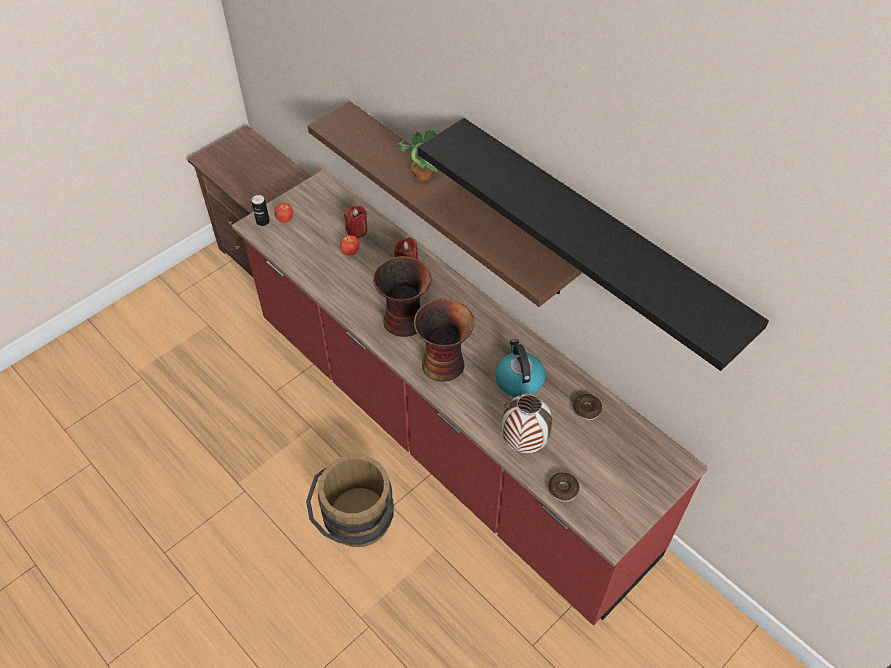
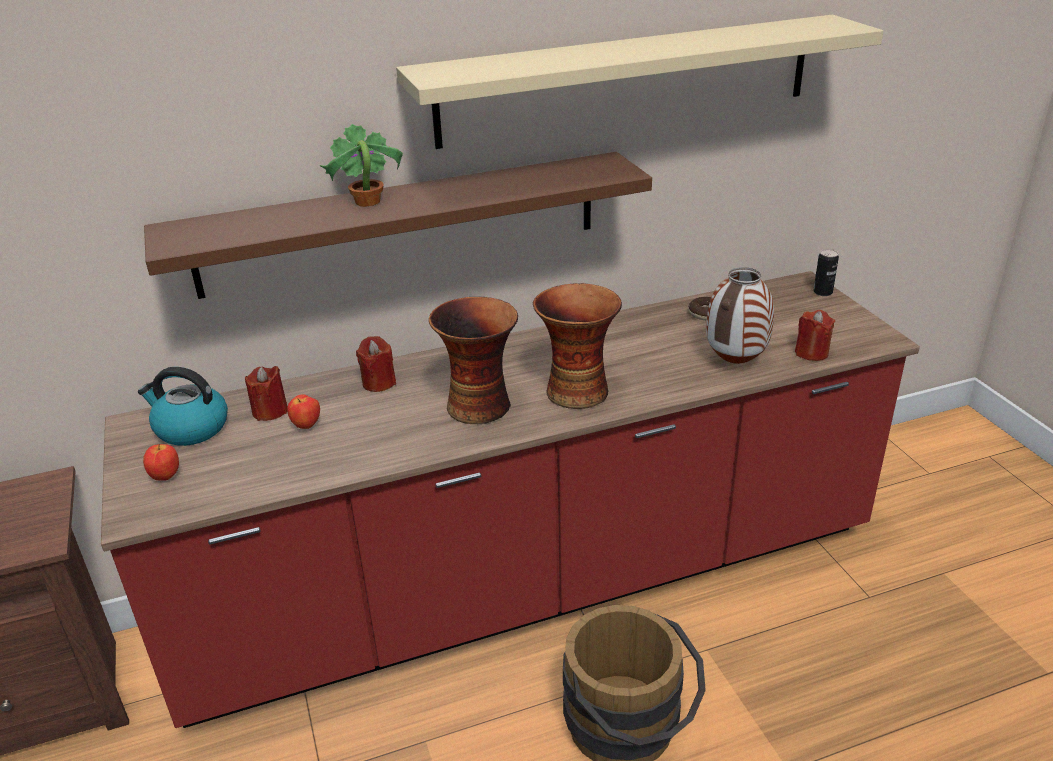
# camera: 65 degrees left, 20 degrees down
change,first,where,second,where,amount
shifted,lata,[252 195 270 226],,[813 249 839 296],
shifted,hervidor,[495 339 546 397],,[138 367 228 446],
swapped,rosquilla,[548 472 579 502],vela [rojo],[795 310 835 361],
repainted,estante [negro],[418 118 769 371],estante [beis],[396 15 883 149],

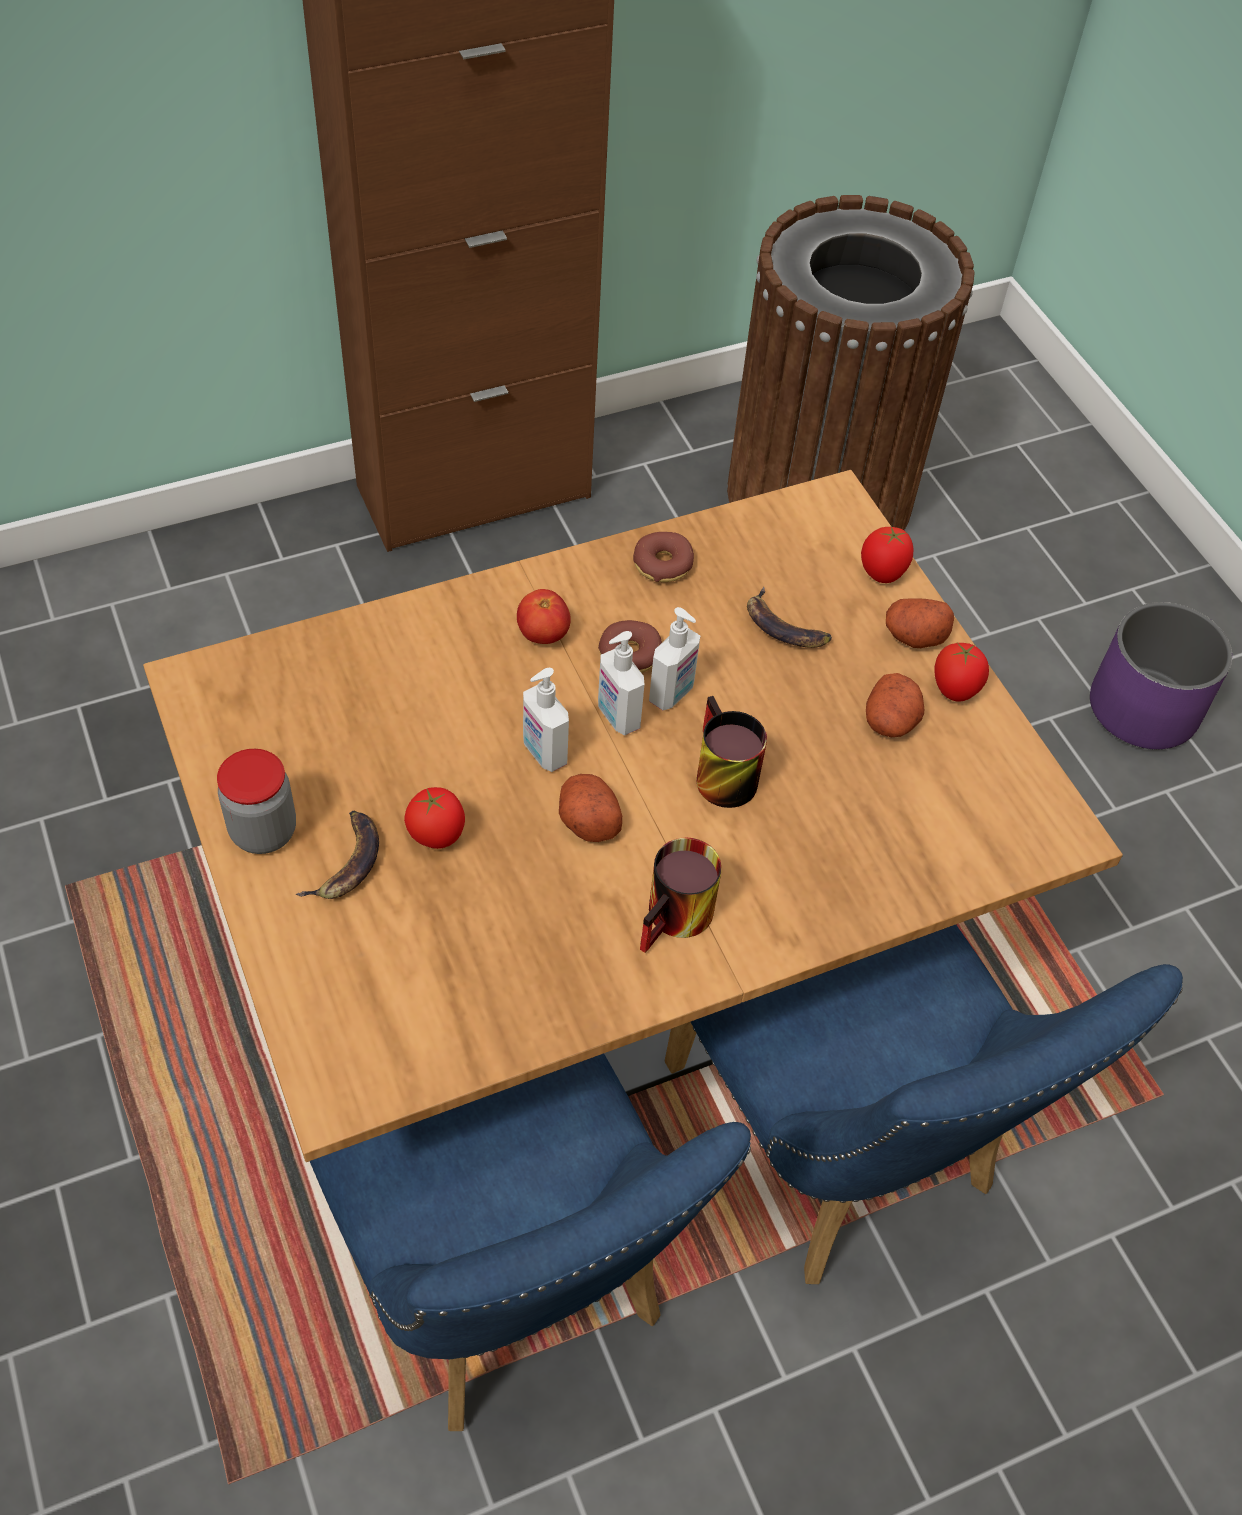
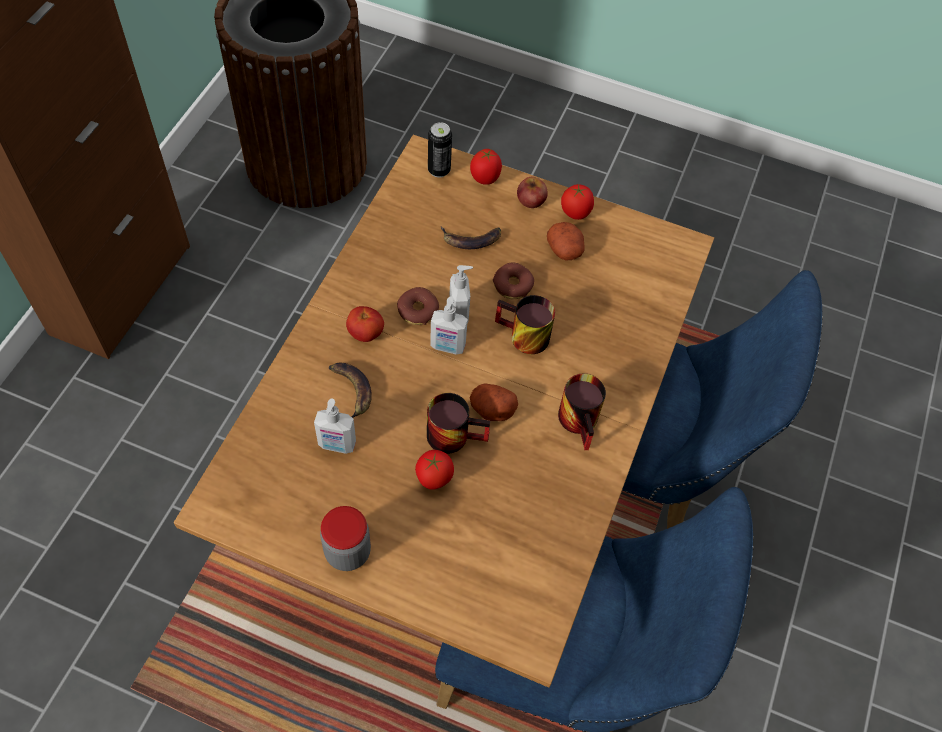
# camera: 45 degrees left, 5 degrees up
change,first,where,second,where,amount
gone,maceta [morado],[1090 602 1232 750],,,
new,,,taza grande,[427 393 490 454],
new,,,lata,[428 122 452 178],
shifted,plátano,[296 811 379 899],,[329 363 372 418],
shifted,dispensador de jabón,[523 668 569 772],,[314 398 356 454],
shifted,rosquilla,[633 532 694 582],,[493 262 534 299],
swapped,patata,[886 599 954 648],manzana,[517 177 548 208],

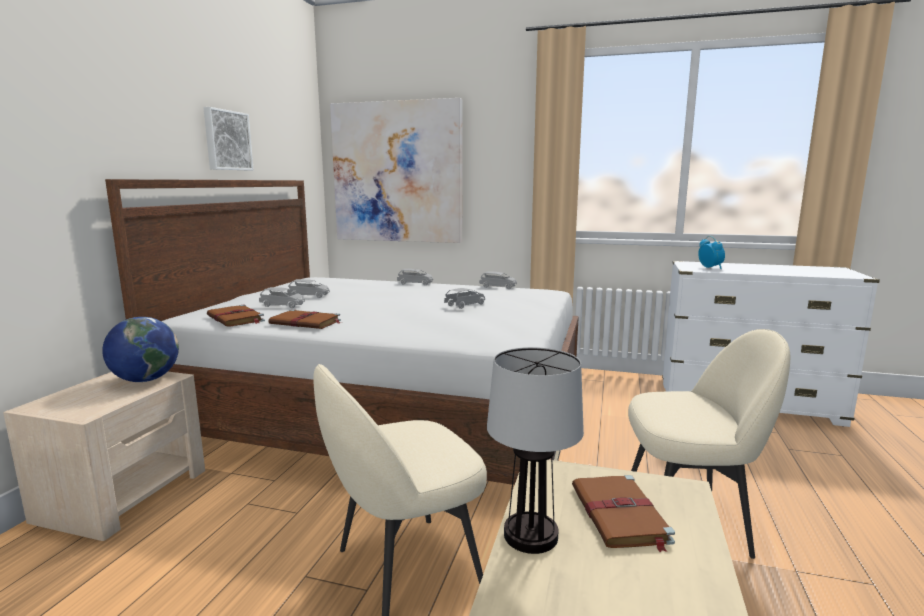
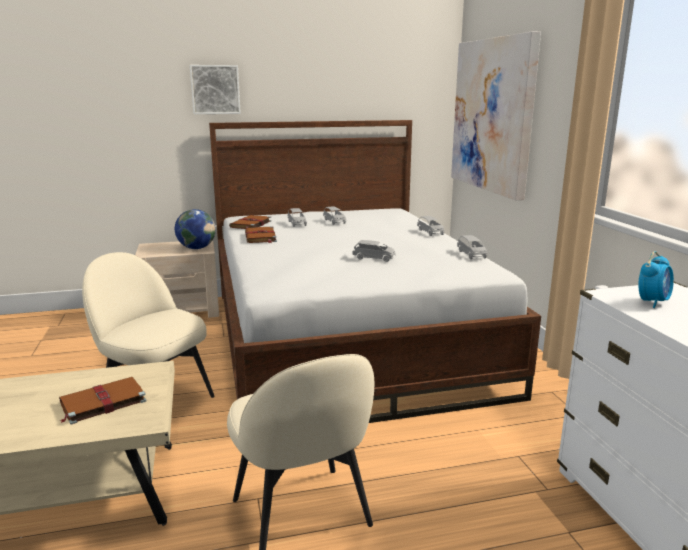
# camera: 60 degrees right, 5 degrees up
change,first,where,second,where,amount
gone,lámpara de mesa,[487 347 584 554],,,
shifted,cuadro,[203 107 254 170],,[190 65 241 114],

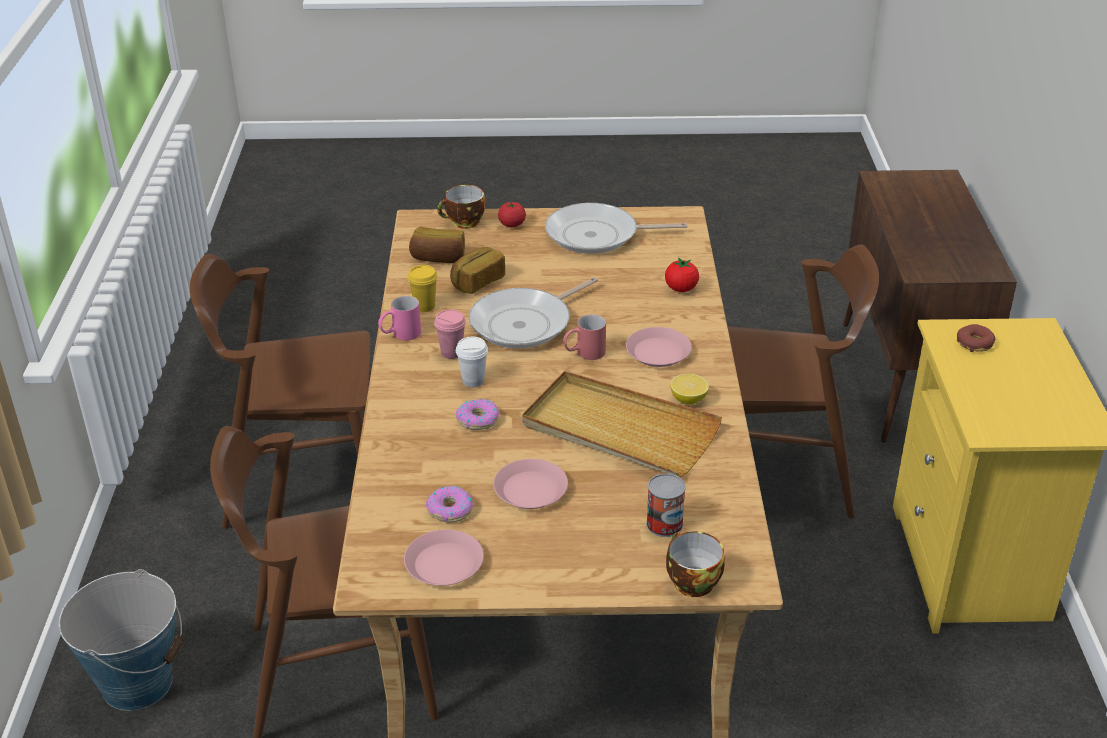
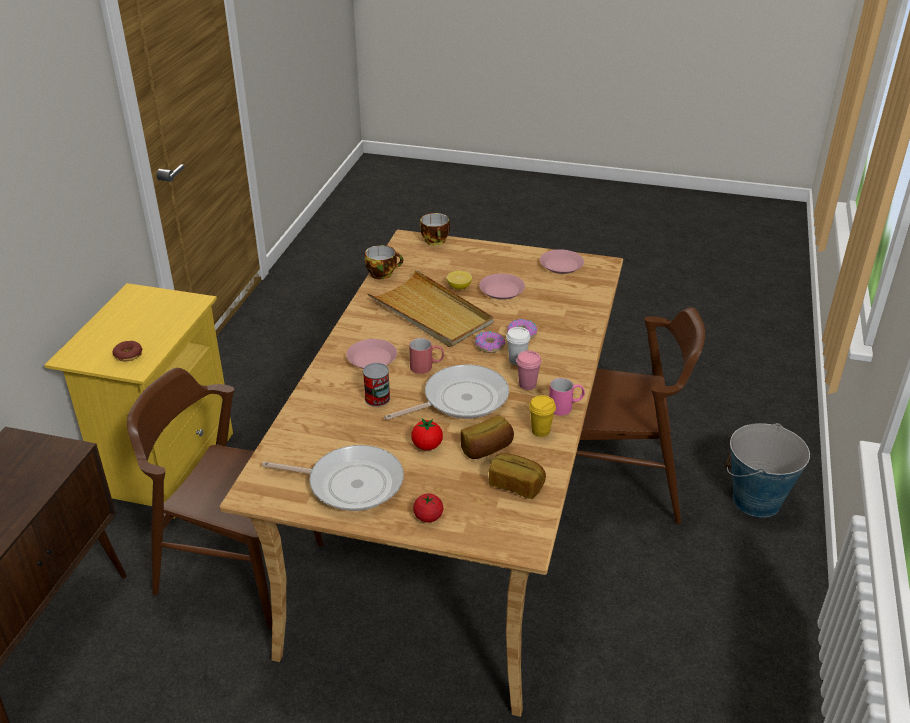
# camera: 165 degrees left, 0 degrees up
change,first,where,second,where,amount
gone,silla [marrón],[190 254 371 529],,,
shifted,rosquilla,[425 486 473 523],,[475 331 506 353],
shifted,taza,[437 185 485 229],,[365 245 403 279],
shifted,lata,[646 474 686 537],,[363 363 390 407],
shifted,tomate,[665 257 699 292],,[411 418 443 450],
shifted,limón,[670 374 709 404],,[447 271 472 290],

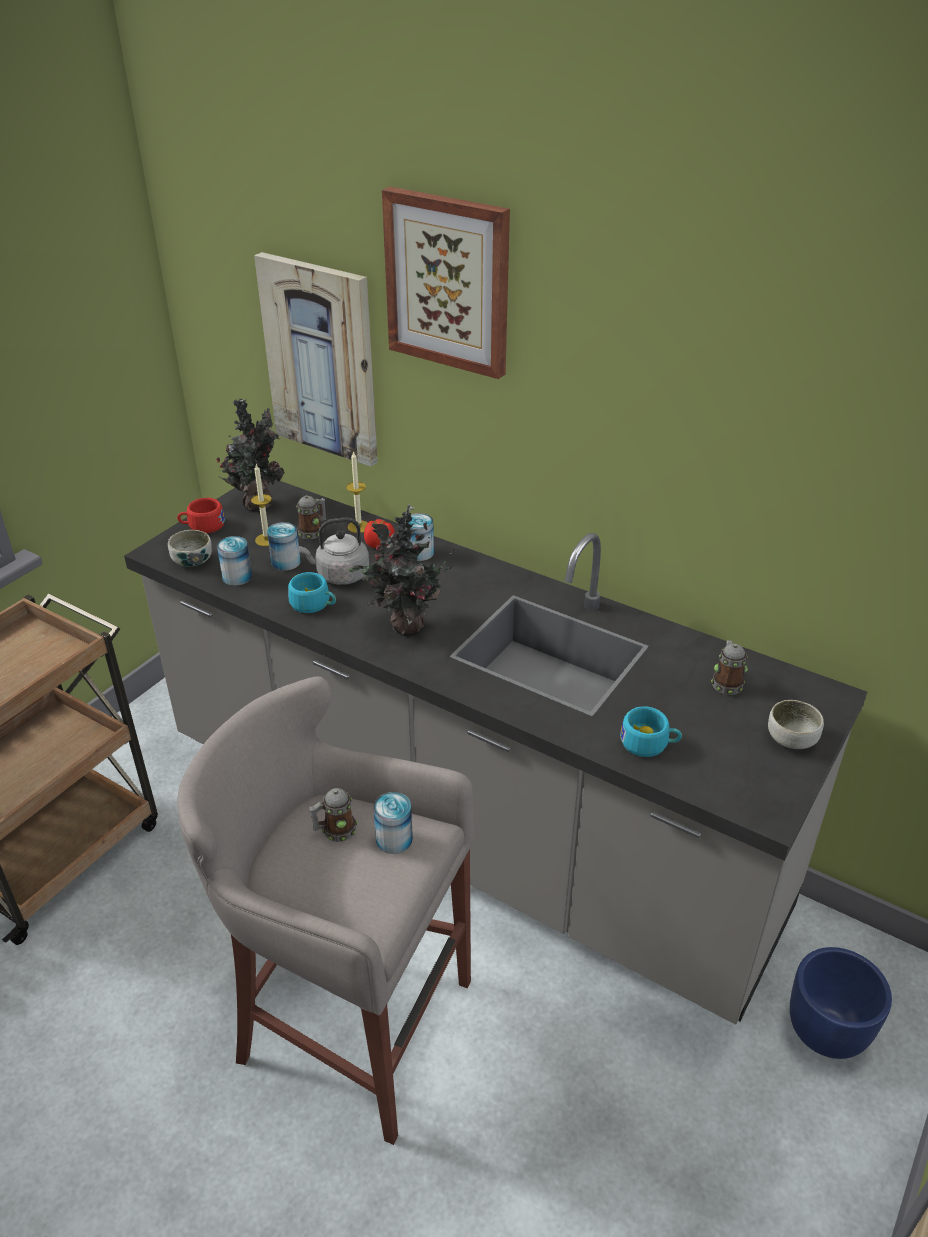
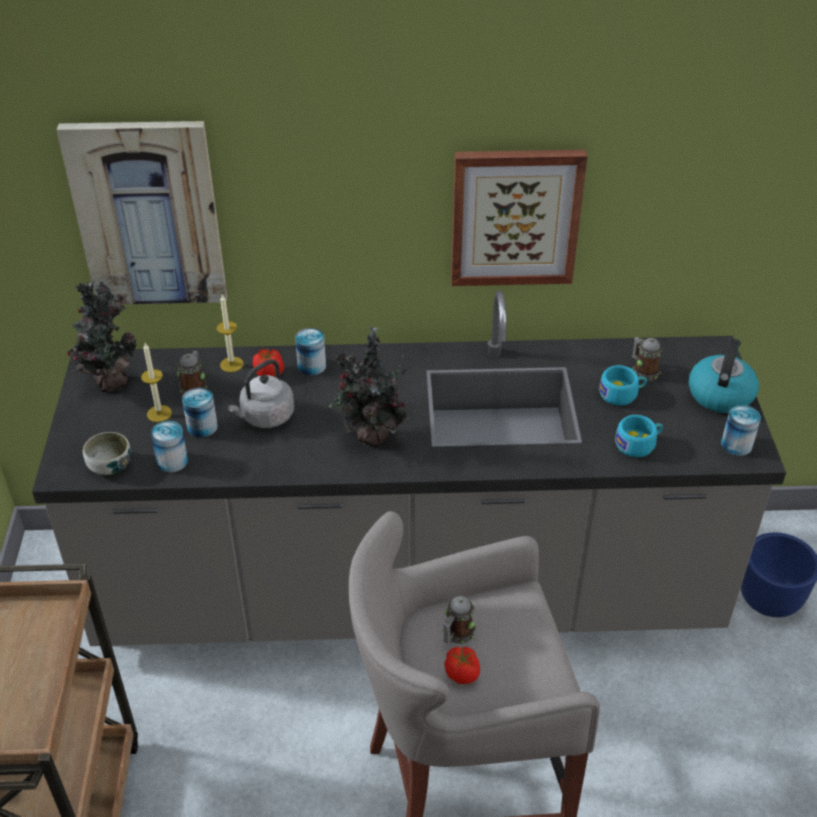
# camera: 35 degrees left, 5 degrees up
change,first,where,second,where,amount
gone,taza [rojo],[177 498 225 533],,,
new,,,tomate,[444 647 480 684],
shifted,taza [turquesa],[288 572 336 613],,[599 365 647 406],
shifted,lata,[373 792 413 854],,[721 405 761 456],
shifted,cuadro,[382 187 510 379],,[451 149 587 286],
swapped,cuenco,[768 700 824 749],hervidor,[689 338 759 413],

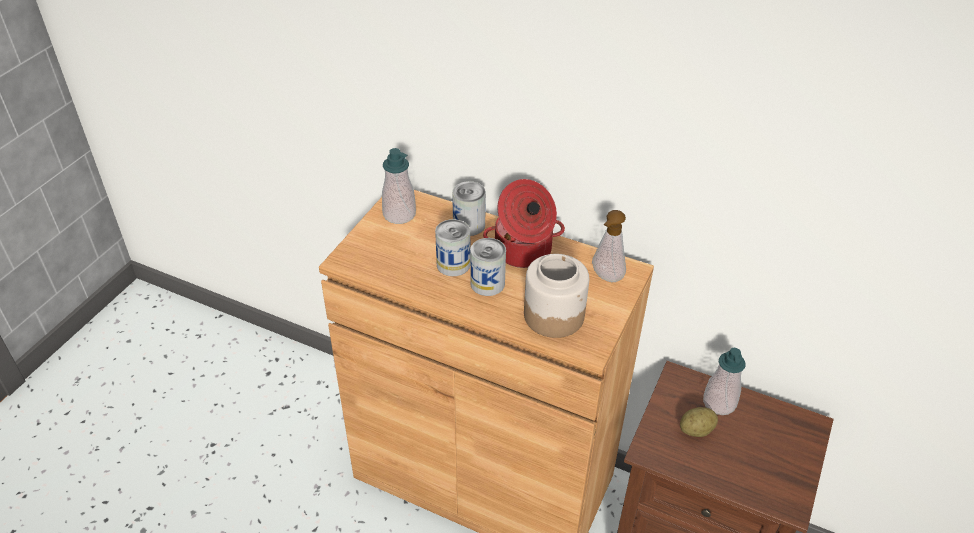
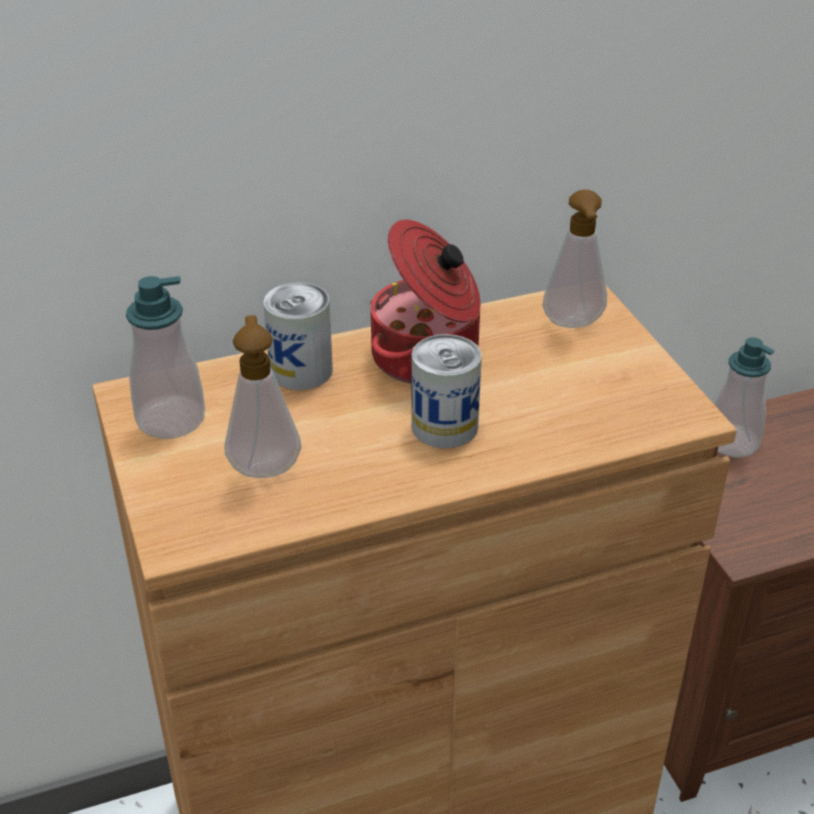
# camera: 45 degrees left, 5 degrees down
change,first,where,second,where,amount
gone,lata,[435 219 470 276],,,
gone,tarro,[524 254 589 338],,,
gone,patata,[680 407 718 437],,,
new,,,dispensador de jabón,[224 315 302 478],

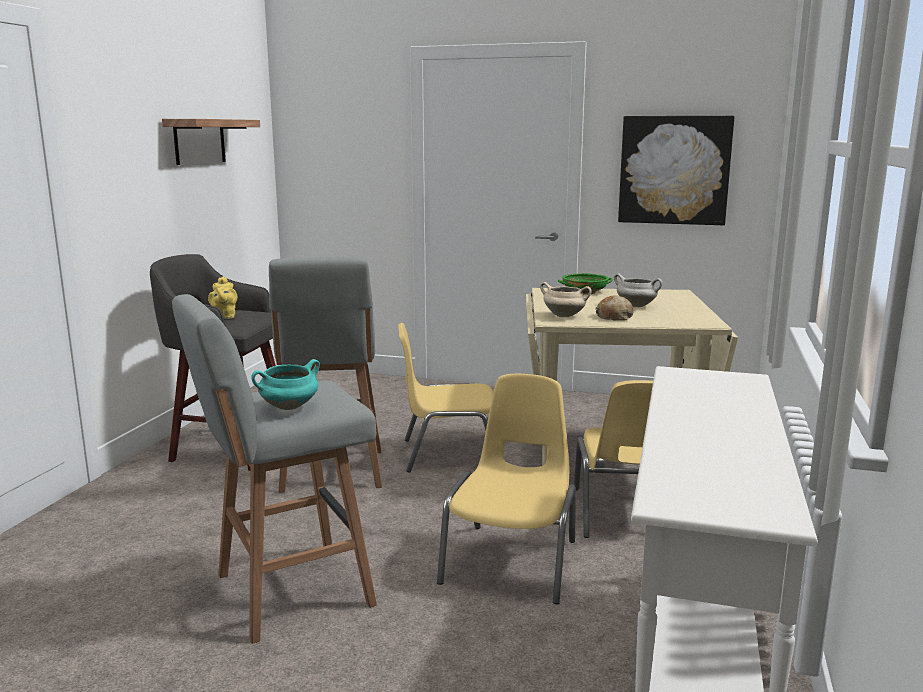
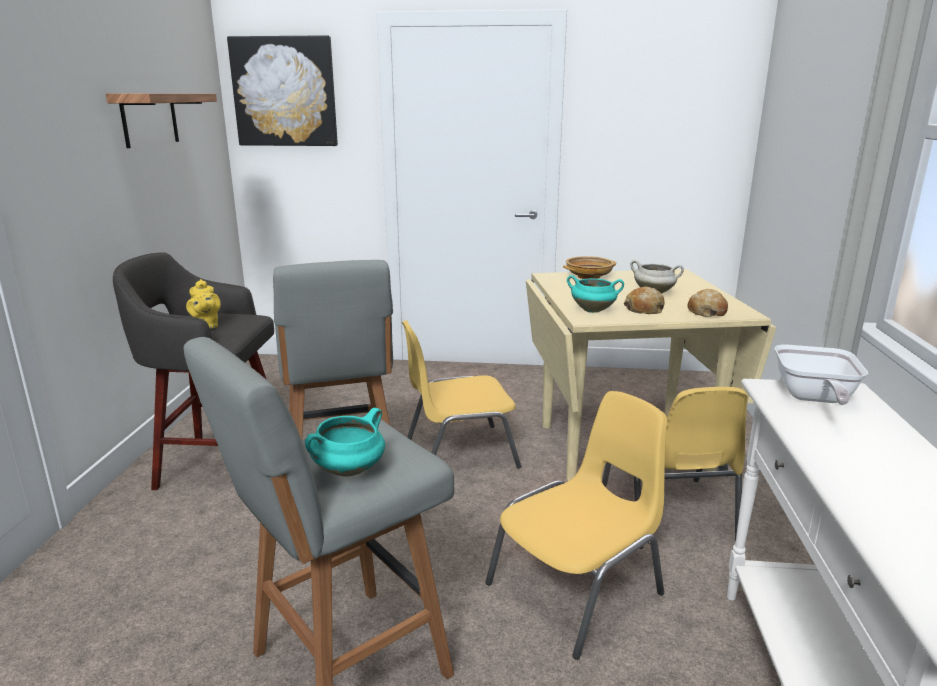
# camera: 10 degrees left, 5 degrees up
change,first,where,second,where,amount
new,,,pan,[687 289 728 317],
new,,,sartén,[775 345 868 405],
shifted,cuadro,[618 116 734 225],,[227 35 338 146],
repainted,olla [beis],[540 282 592 317],olla [turquesa],[567 275 624 313],
repainted,cuenco [verde],[558 273 613 294],cuenco [beis],[563 256 616 279],
rotated,silla [amarillo],[437 374 576 604],,[485 391 667 660],45 degrees clockwise

